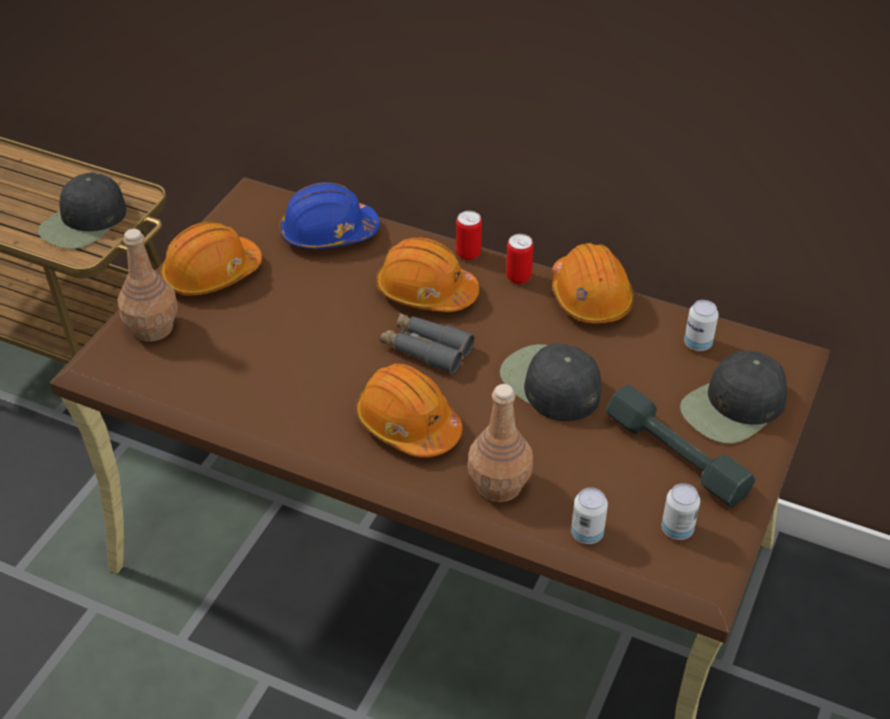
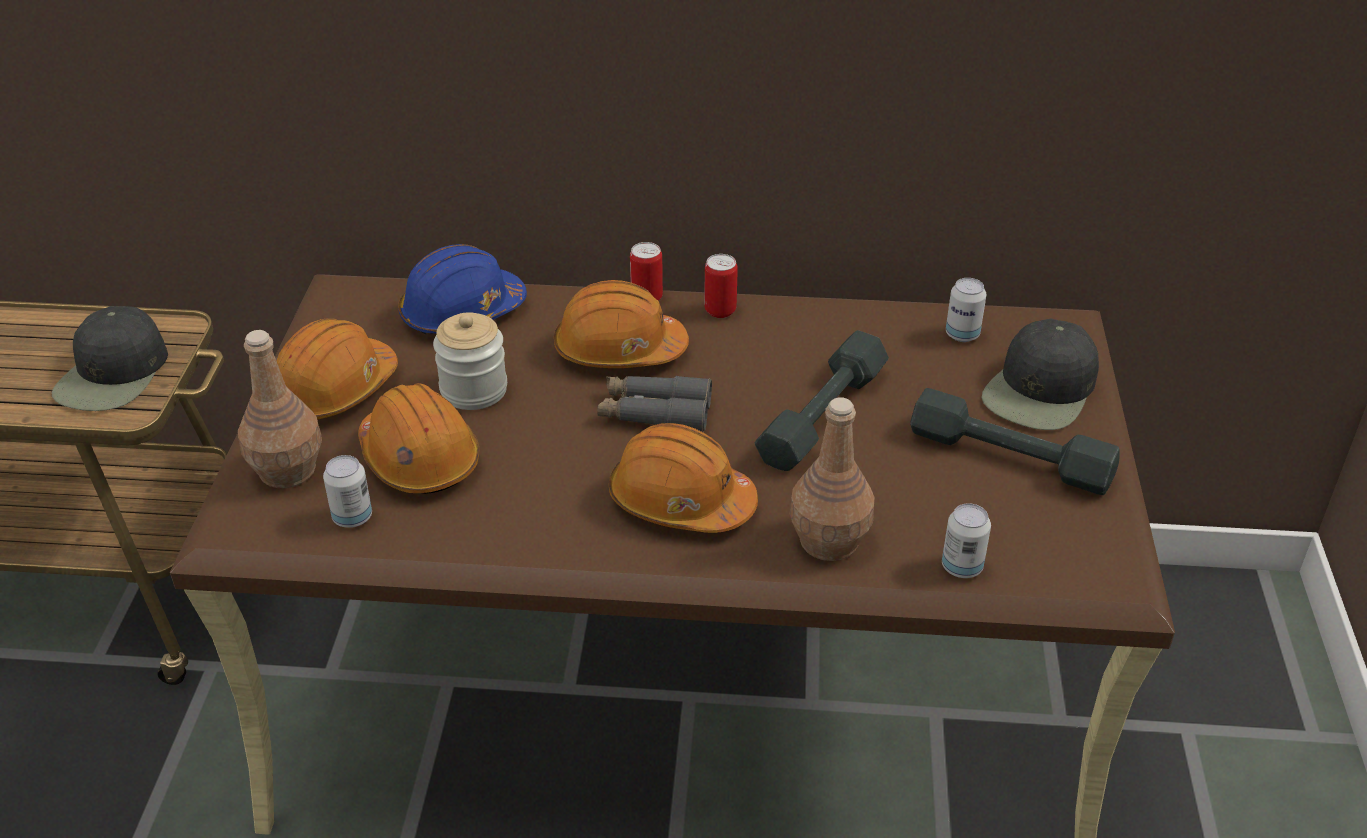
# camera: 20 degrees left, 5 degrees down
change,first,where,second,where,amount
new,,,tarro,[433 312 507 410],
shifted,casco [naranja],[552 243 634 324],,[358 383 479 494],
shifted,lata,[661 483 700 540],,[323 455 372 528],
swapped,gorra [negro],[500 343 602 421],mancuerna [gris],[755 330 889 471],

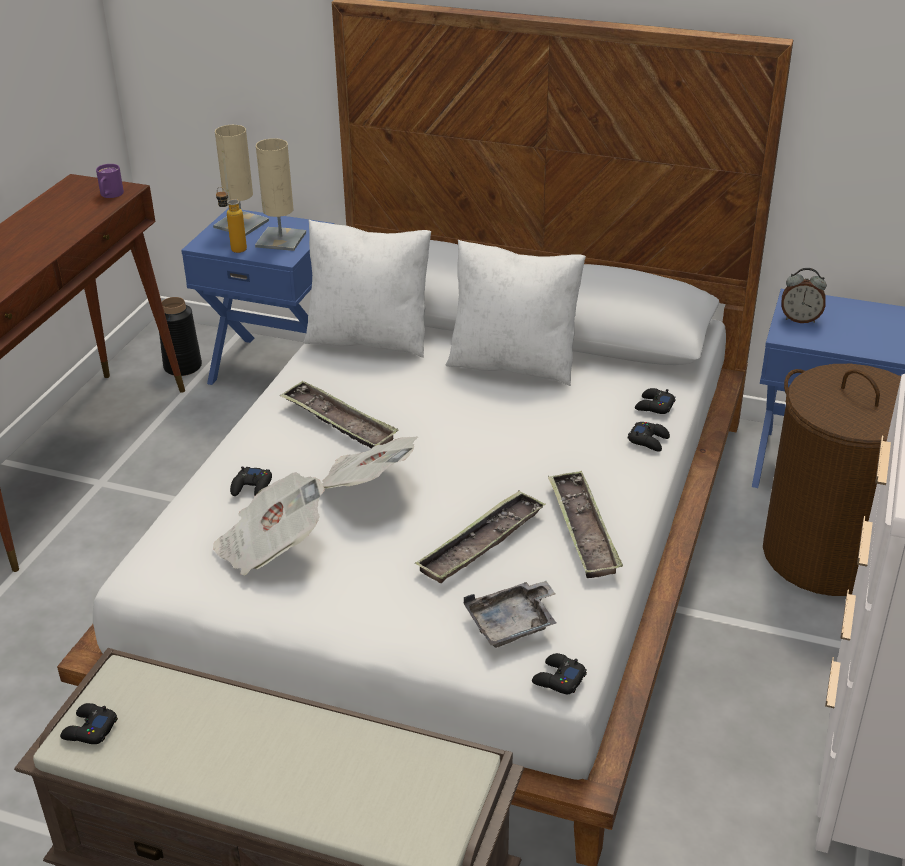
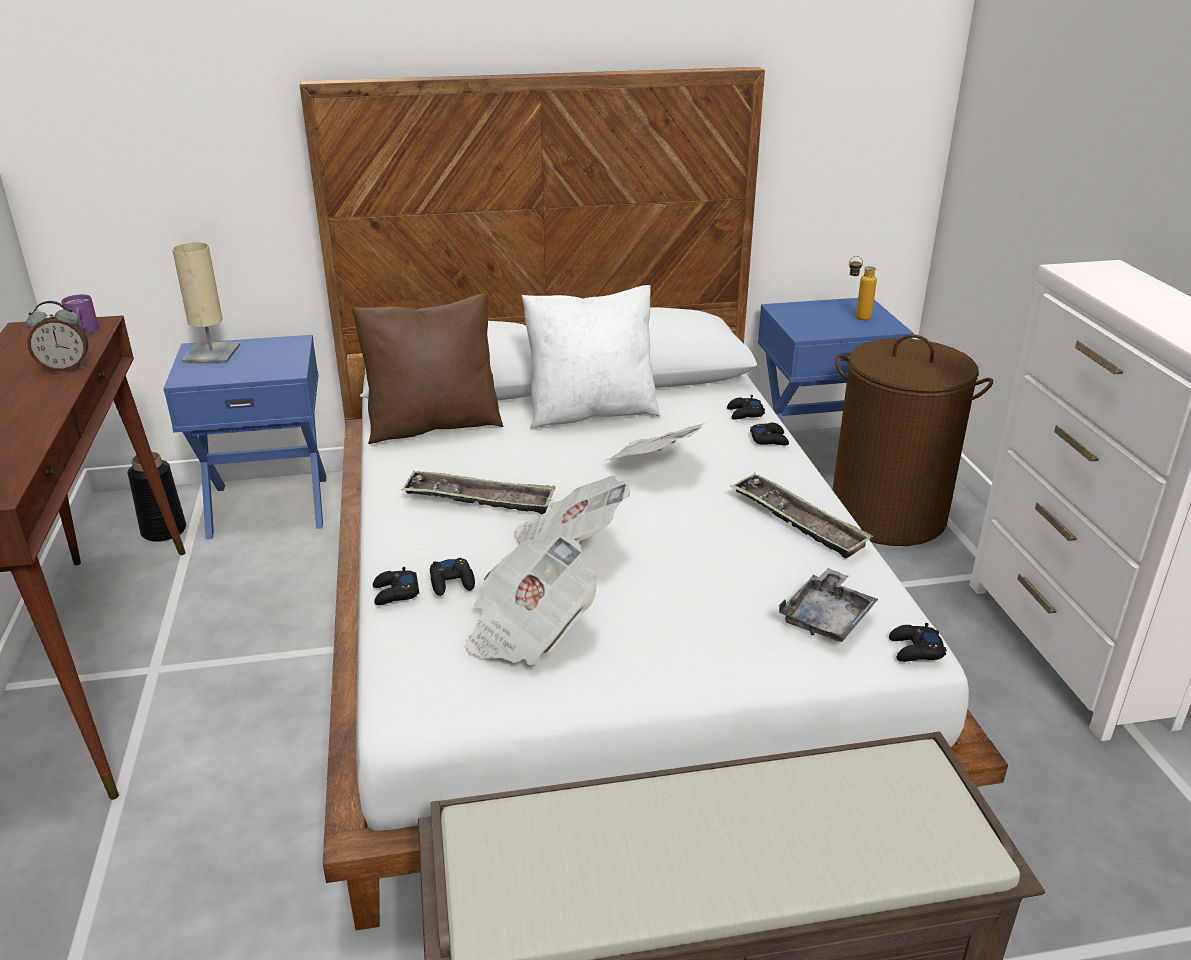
# camera: 30 degrees left, 5 degrees down
change,first,where,second,where,amount
gone,lámpara de mesa [beis],[255 138 306 251],,,
gone,bandeja,[415 490 546 583],,,
new,,,periódico,[604 423 705 461],
shifted,mando de consola [negro],[60 703 118 744],,[373 567 419 605],
shifted,botella,[216 187 247 253],,[849 256 877 320],
shifted,despertador,[781 268 827 323],,[26 301 88 372],
repainted,cojín [blanco],[303 220 431 358],cojín [marrón],[352 294 504 444],

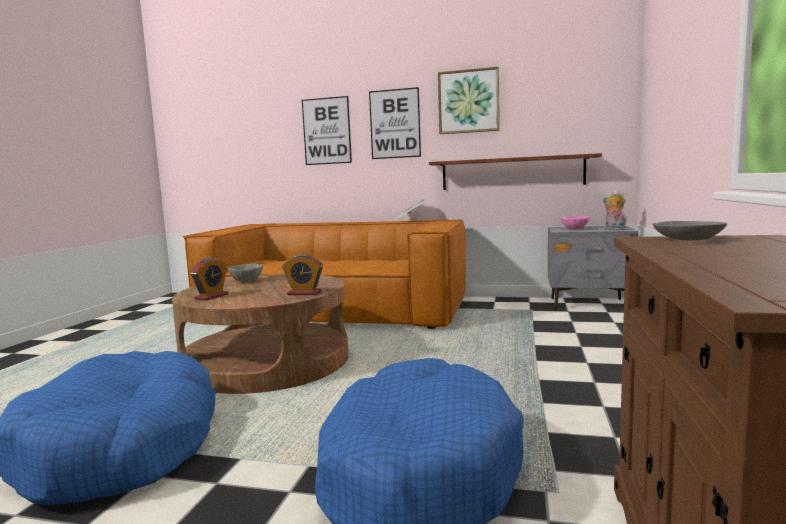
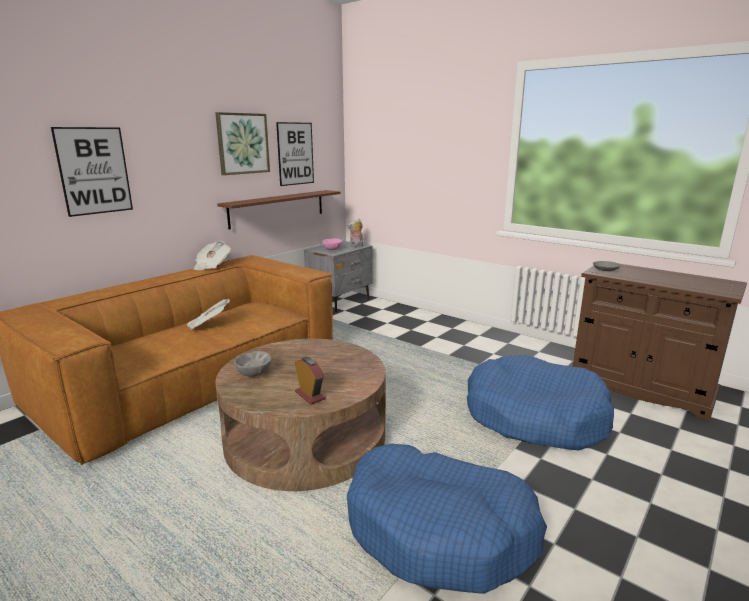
# camera: 65 degrees left, 10 degrees up
change,first,where,second,where,amount
gone,despertador,[282 254 323 295],,,
new,,,periódico,[187 299 230 330],
shifted,cuadro,[369 87 421 159],,[276 122 314 186],

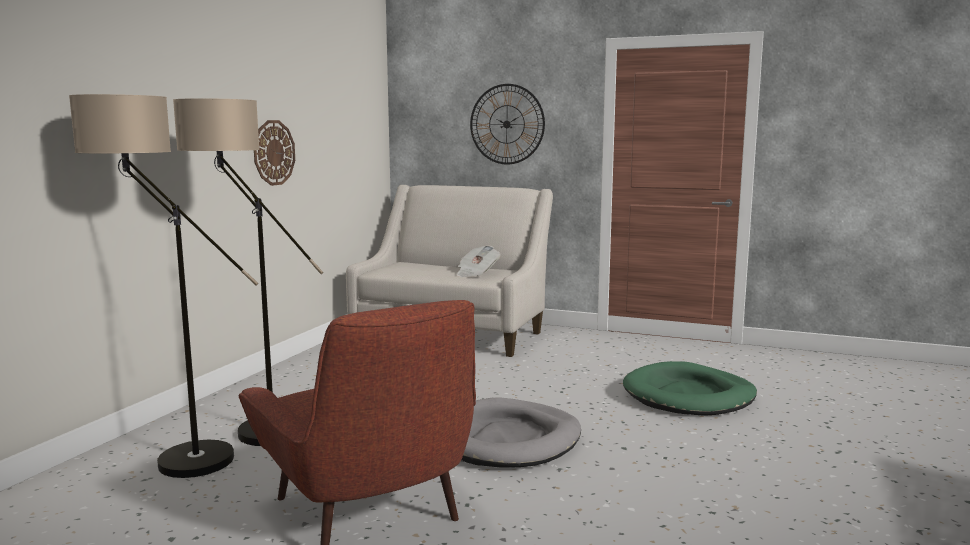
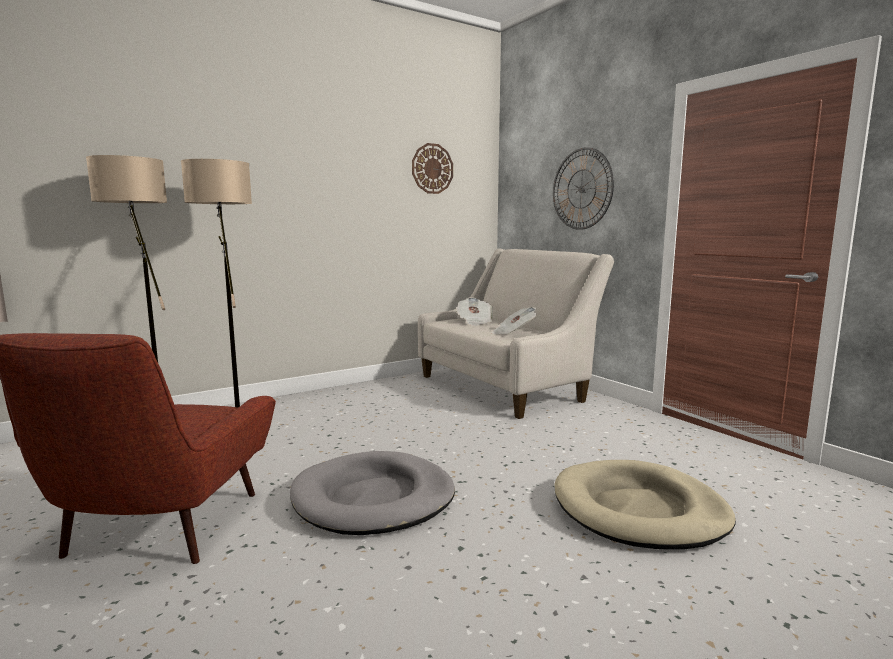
# camera: 35 degrees right, 0 degrees up
change,first,where,second,where,amount
new,,,periódico,[456 297 493 326],
shifted,reloj de pared,[254 120 295 186],,[412 143 453 194],
repainted,cama para perro [verde],[623 361 757 416],cama para perro [beis],[554 460 736 550],

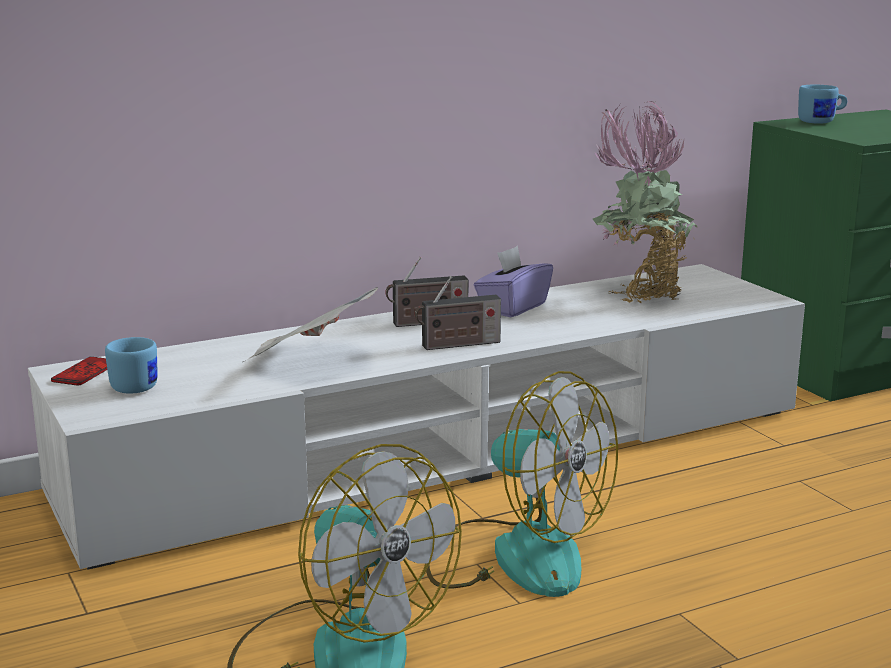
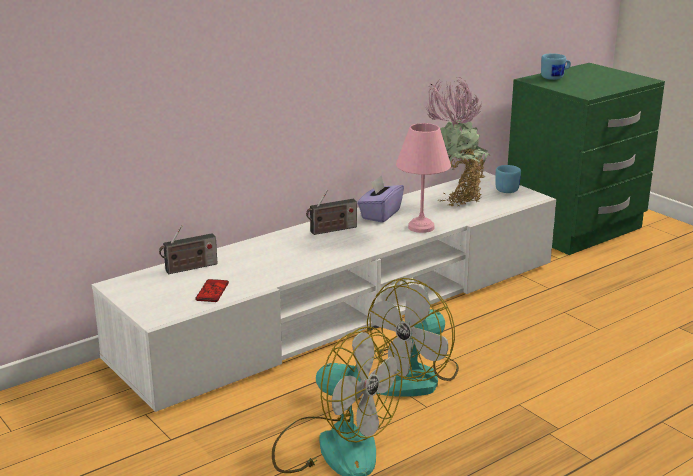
# camera: 10 degrees left, 5 degrees up
change,first,where,second,where,amount
gone,periódico,[243 287 378 362],,,
new,,,lámpara de mesa [rosa],[396 123 451 233],
shifted,móvil,[51 357 107 385],,[195 279 229 302],
shifted,taza grande [azul],[105 337 158 394],,[495 165 521 193],
shifted,radio,[415 276 501 350],,[159 225 218 274],
rotated,ventilador,[426 371 618 597],,[367 278 459 397],105 degrees clockwise

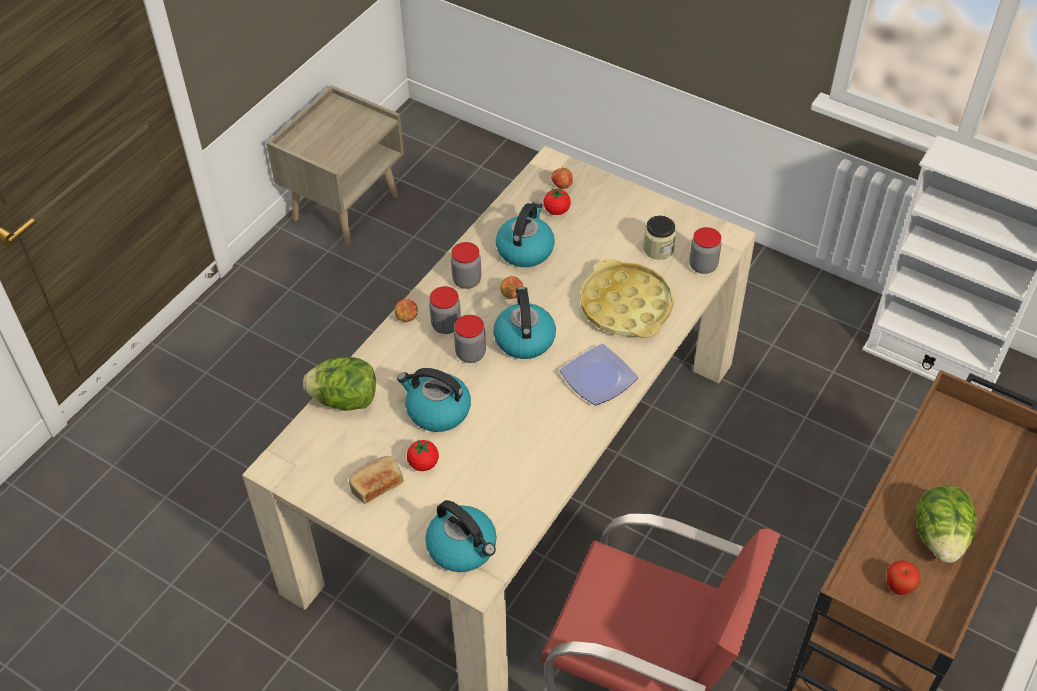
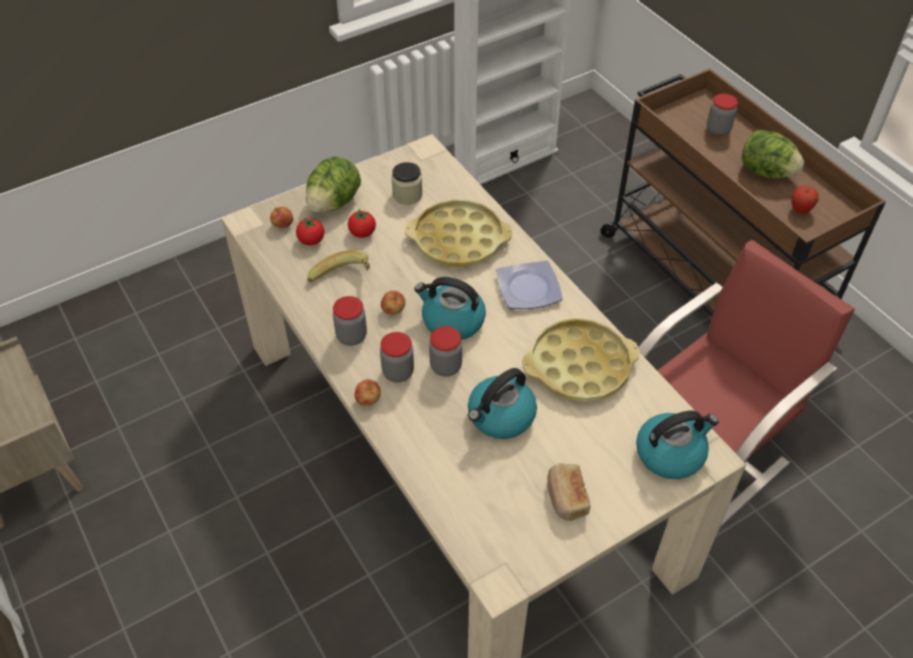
# camera: 65 degrees left, 0 degrees up
change,first,where,second,where,amount
new,,,bandeja [amarillo],[522 318 640 402],
shifted,lechuga,[303 357 376 411],,[306 156 361 213],
shifted,tomate,[407 440 439 471],,[348 209 376 238],
shifted,tarro,[689 227 721 274],,[707 94 738 136],
swapped,hervidor,[496 201 555 267],plátano,[307 250 370 282],

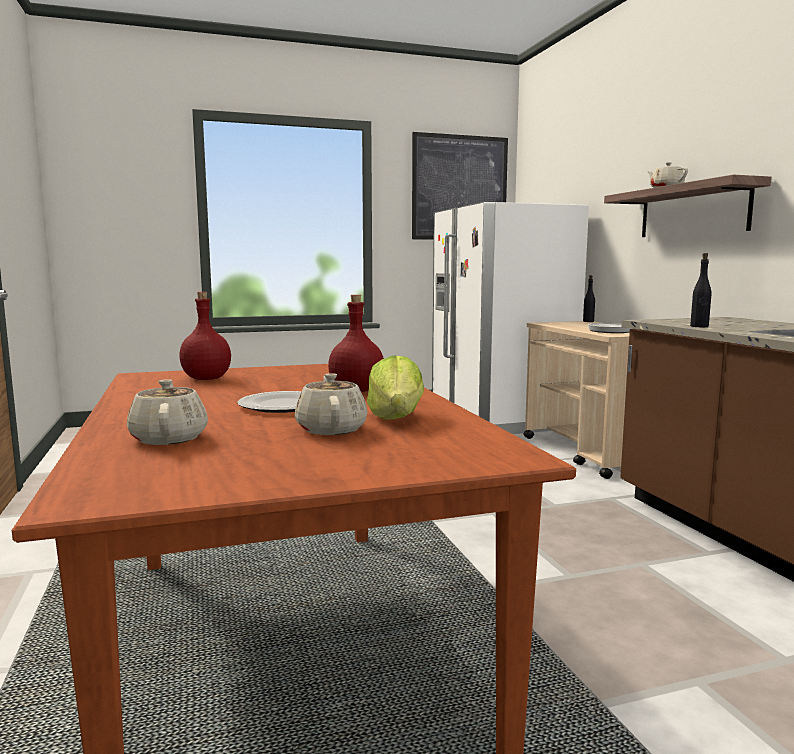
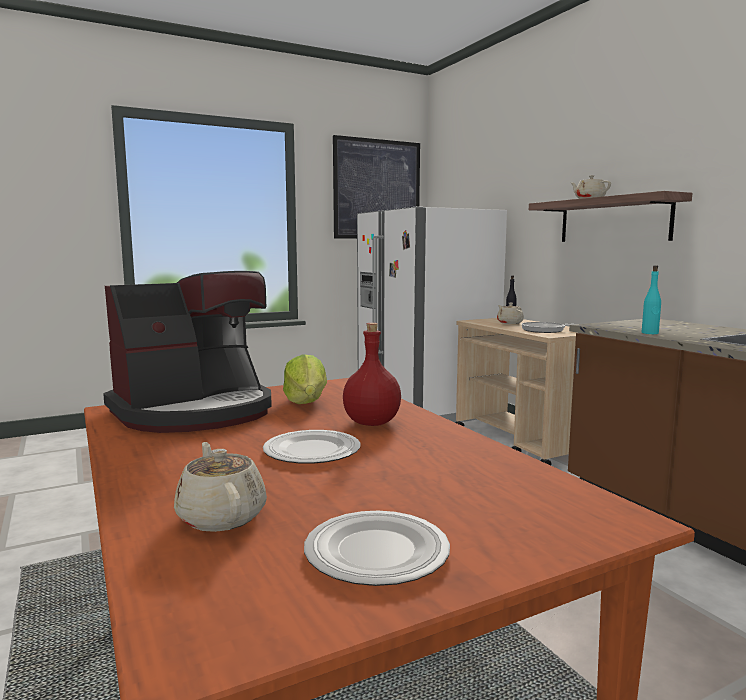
# camera: 10 degrees left, 0 degrees up
change,first,where,second,where,amount
new,,,plato,[304 511 450 586],
shifted,tetera [beis],[295 373 368 435],,[497 303 524 324],
shifted,lechuga,[367 355 424 420],,[283 354 327 404],
swapped,botella [rojo],[179 292 231 380],cafetera,[103 271 272 433],
repainted,botella [negro],[690 253 711 327],botella [turquesa],[642 266 661 334],

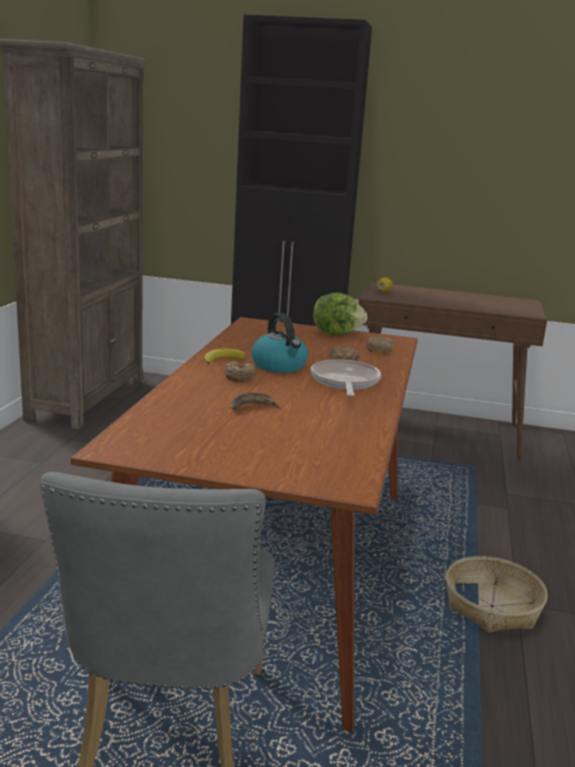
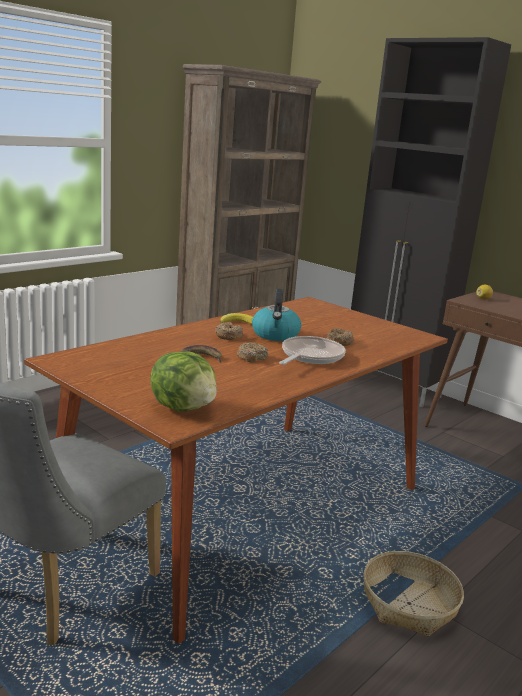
# camera: 30 degrees right, 0 degrees up
change,first,where,second,where,amount
shifted,lechuga,[313 293 367 335],,[150 351 217 412],
shifted,rosquilla,[366 336 394 354],,[237 342 268 363],

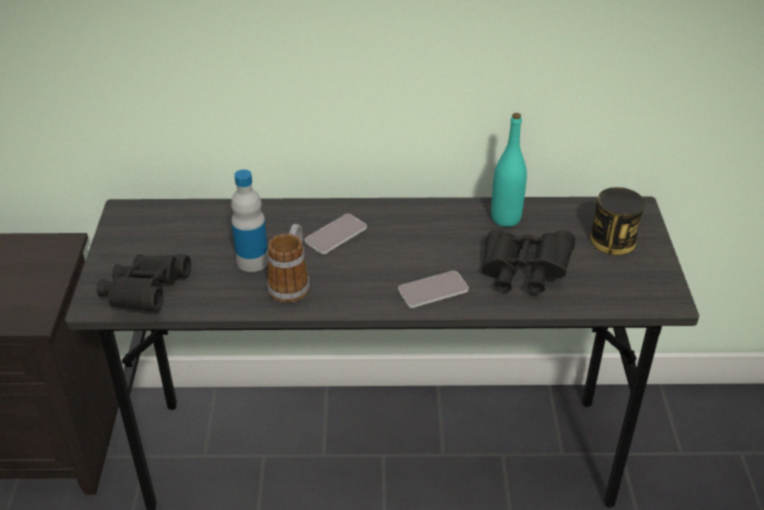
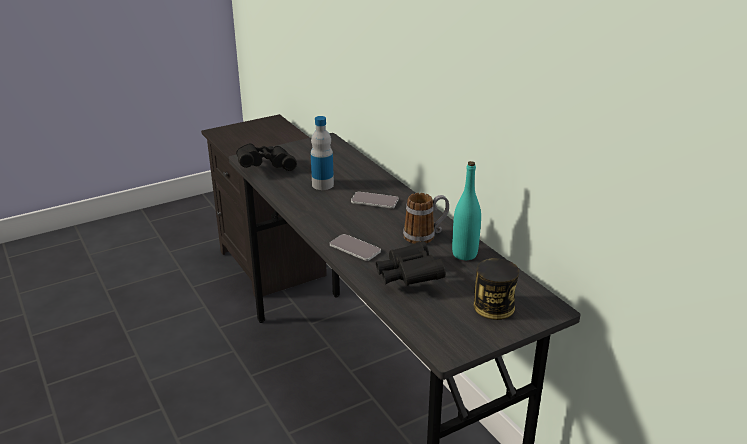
# camera: 60 degrees right, 10 degrees down
change,first,where,second,where,amount
shifted,taza grande,[267 224 310 302],,[403 193 449 244],

